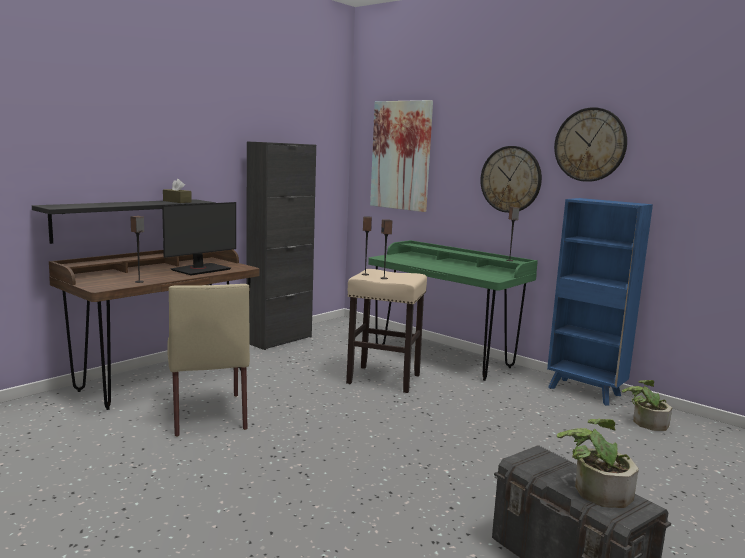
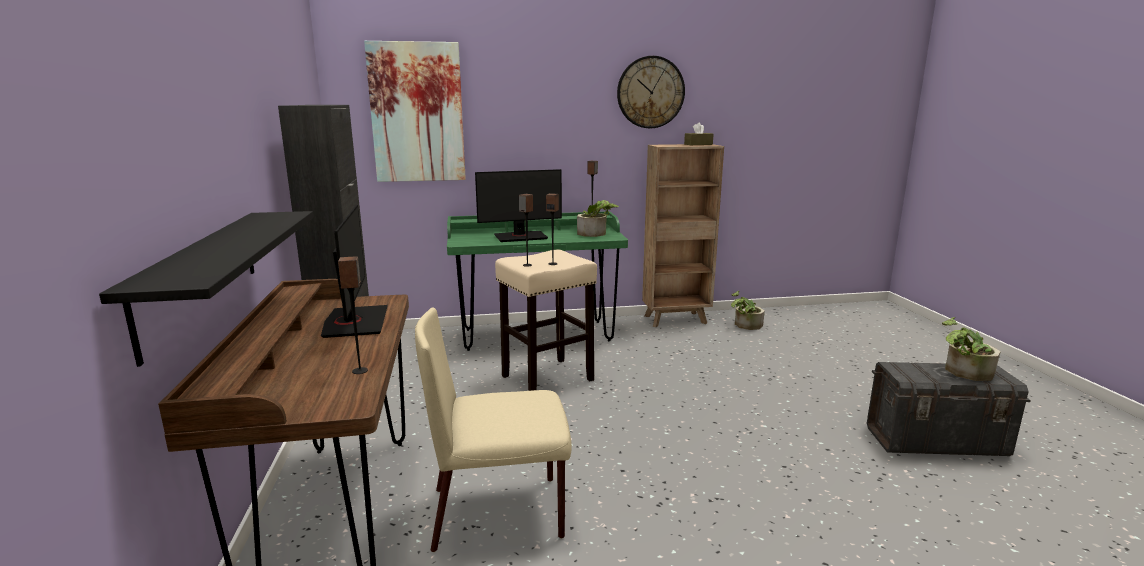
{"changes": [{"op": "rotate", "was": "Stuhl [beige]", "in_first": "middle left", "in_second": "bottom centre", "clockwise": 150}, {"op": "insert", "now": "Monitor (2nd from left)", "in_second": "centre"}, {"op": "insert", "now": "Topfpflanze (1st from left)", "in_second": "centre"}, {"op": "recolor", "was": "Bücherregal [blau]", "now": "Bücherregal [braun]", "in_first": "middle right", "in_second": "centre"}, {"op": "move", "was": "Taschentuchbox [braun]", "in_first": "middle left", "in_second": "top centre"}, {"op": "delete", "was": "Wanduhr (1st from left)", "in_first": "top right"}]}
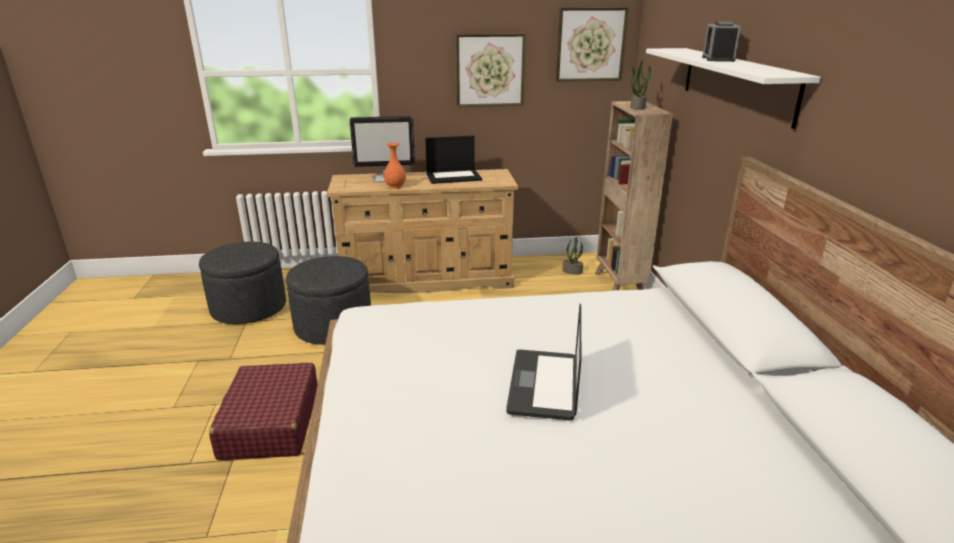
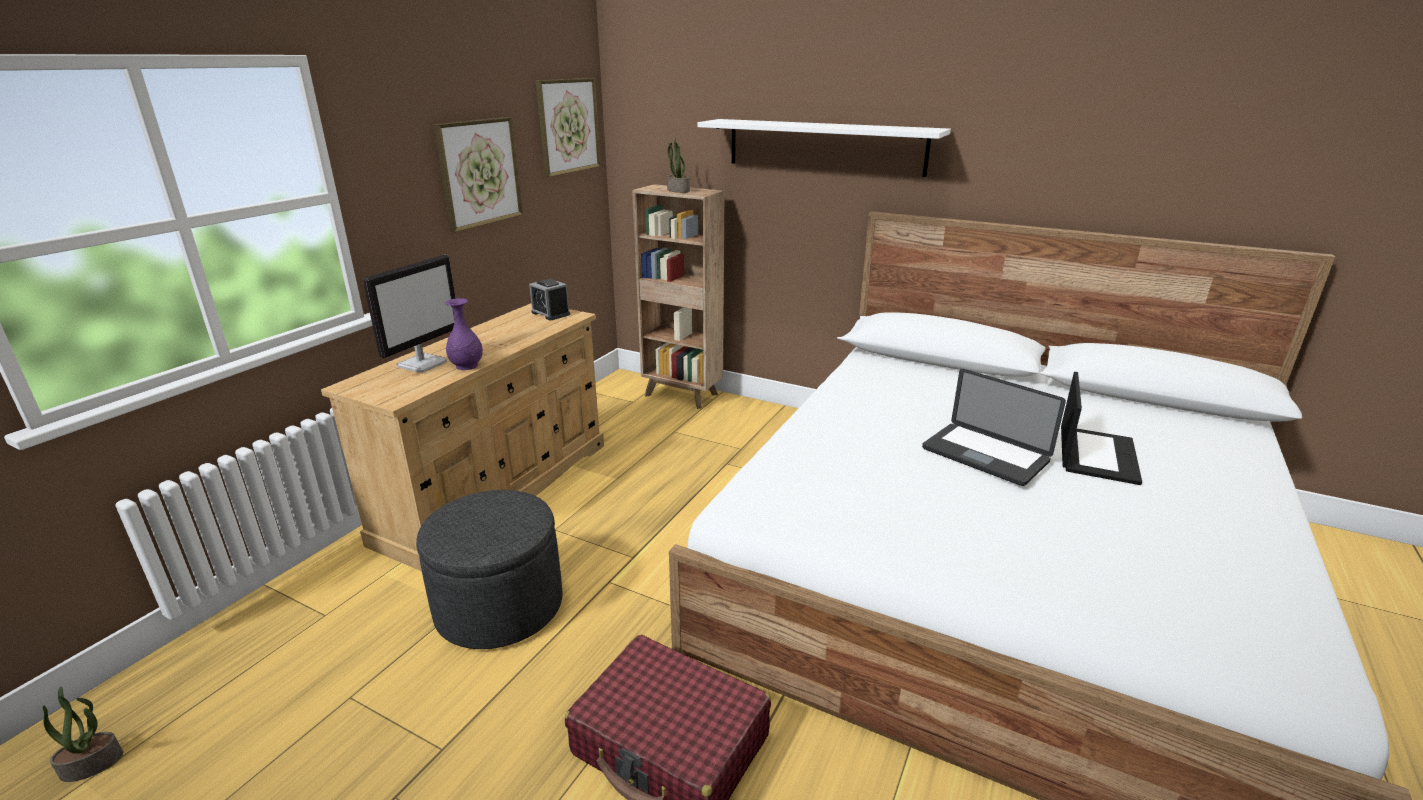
{"changes": [{"op": "move", "was": "Topfpflanze (1st from left)", "in_first": "centre", "in_second": "bottom left"}, {"op": "recolor", "was": "Vase [orange]", "now": "Vase [lila]", "in_first": "top centre", "in_second": "middle left"}, {"op": "move", "was": "Wecker", "in_first": "top right", "in_second": "centre"}, {"op": "move", "was": "Laptop (1st from left in the first image)", "now": "Laptop (2nd from left)", "in_first": "top centre", "in_second": "middle right"}, {"op": "delete", "was": "Polsterhocker [grau] (1st from left)", "in_first": "middle left"}]}
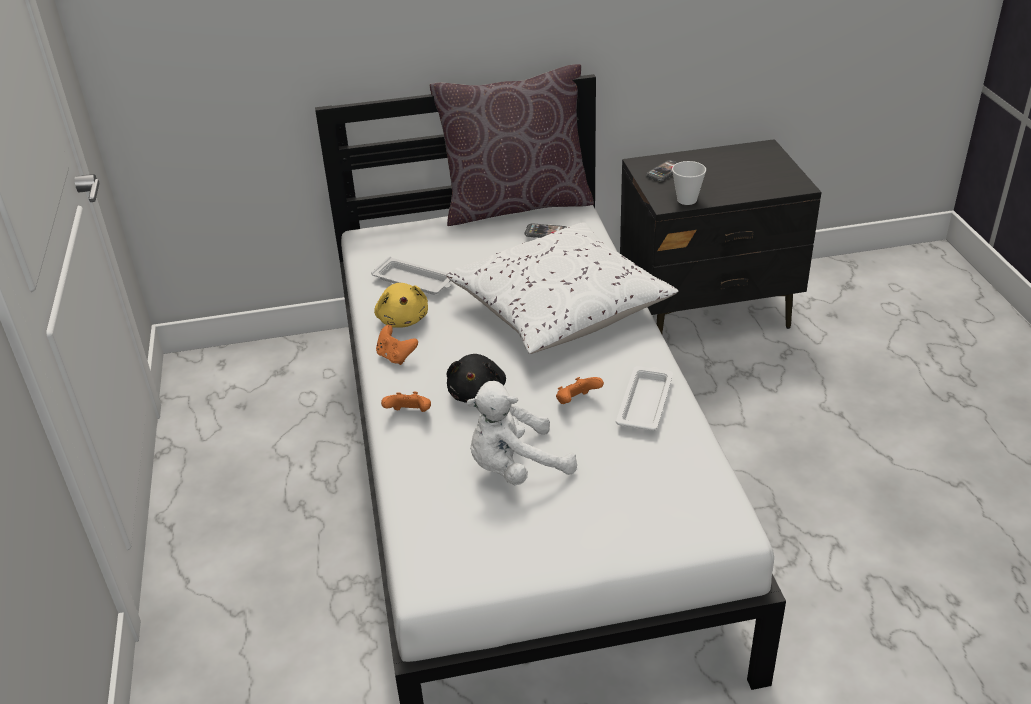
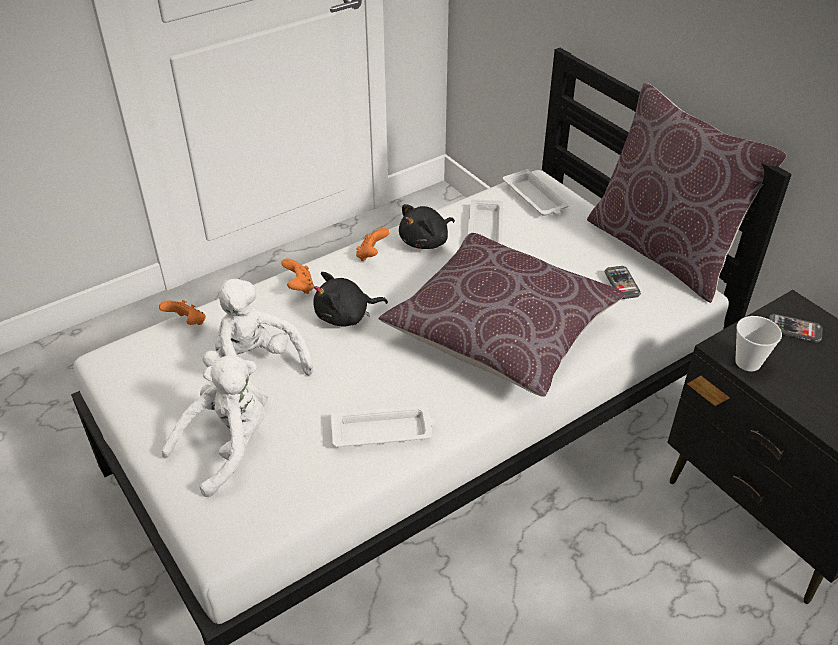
{"changes": [{"op": "move", "was": "Gamepad [orange] (3rd from left in the first image)", "now": "Gamepad [orange] (1st from left)", "in_first": "centre", "in_second": "middle left"}, {"op": "insert", "now": "Plüschtier [weiß] (1st from left)", "in_second": "middle left"}, {"op": "recolor", "was": "Kissen [weiß]", "now": "Kissen [braun] (1st from left)", "in_first": "centre", "in_second": "centre"}, {"op": "recolor", "was": "Plüschtier [gelb]", "now": "Plüschtier [schwarz] (2nd from left)", "in_first": "centre", "in_second": "centre"}, {"op": "insert", "now": "Tablett [weiß] (3rd from left)", "in_second": "top centre"}]}
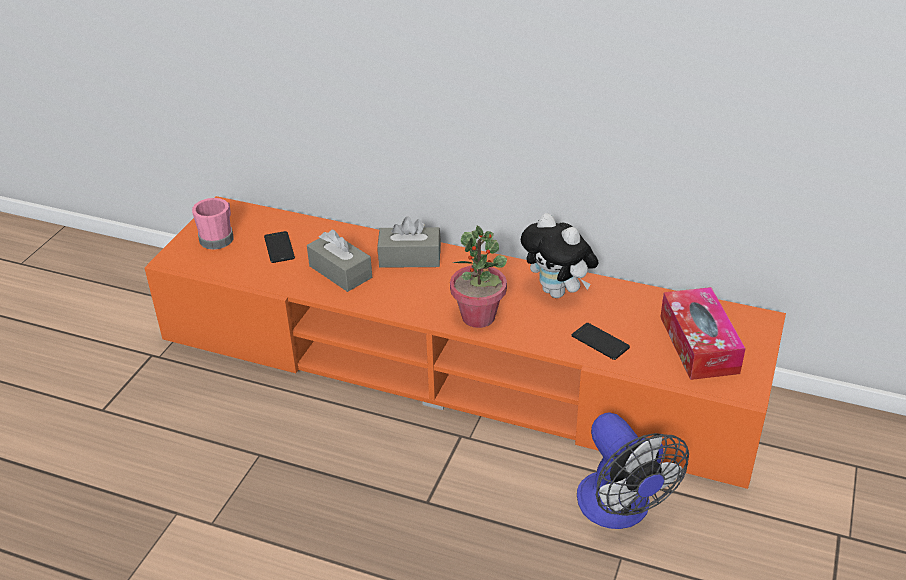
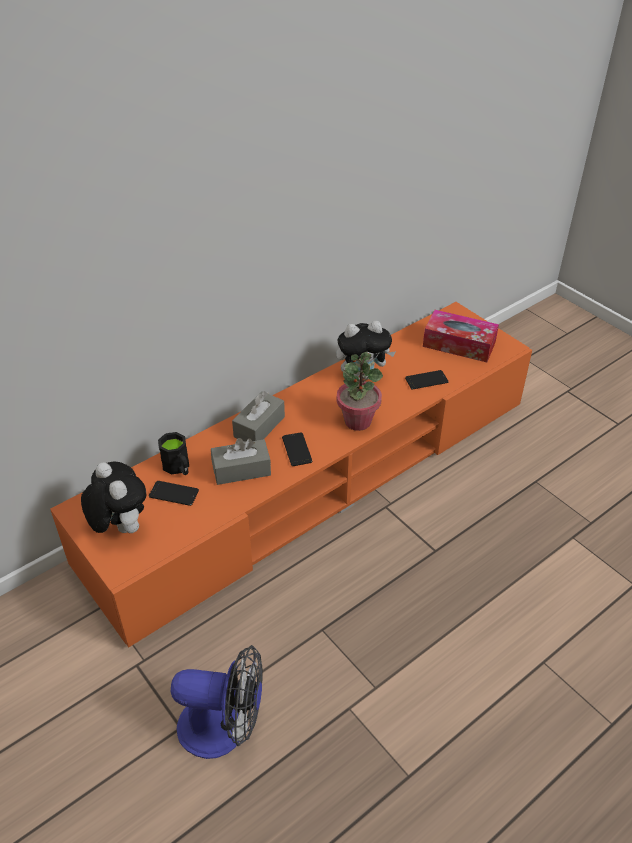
{"changes": [{"op": "replace", "was": "Henkelbecher [rosa]", "now": "Plüschtier (1st from left)", "in_first": "middle left", "in_second": "middle left"}, {"op": "insert", "now": "Henkelbecher [schwarz]", "in_second": "middle left"}, {"op": "move", "was": "Ventilator", "in_first": "bottom right", "in_second": "bottom centre"}, {"op": "insert", "now": "Handy (2nd from left)", "in_second": "centre"}]}
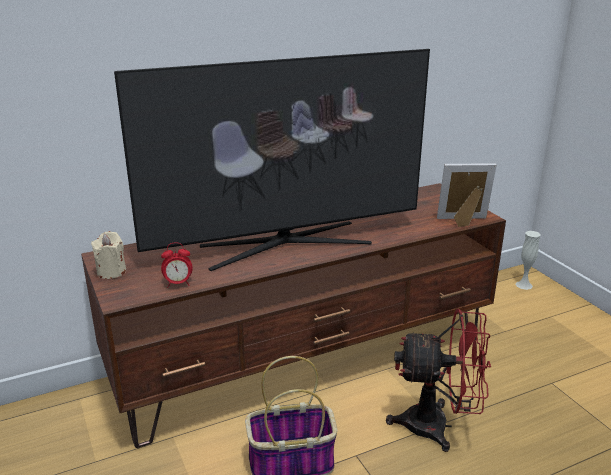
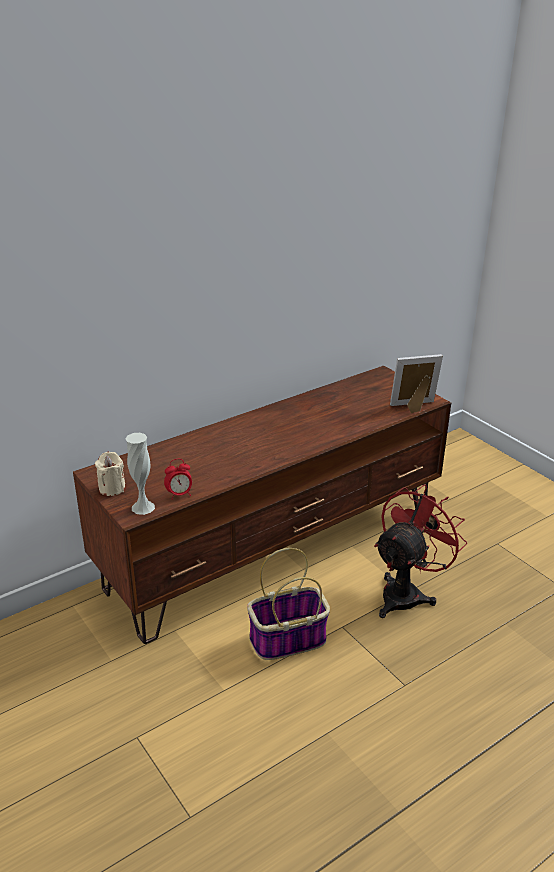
{"changes": [{"op": "move", "was": "Vase [weiß]", "in_first": "middle right", "in_second": "middle left"}, {"op": "rotate", "was": "Ventilator [rot]", "in_first": "bottom right", "in_second": "middle right", "clockwise": -45}, {"op": "delete", "was": "Fernseher", "in_first": "centre"}]}
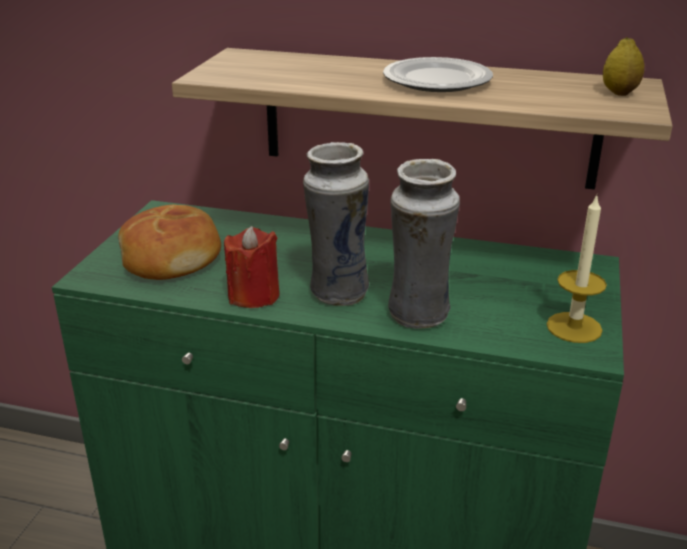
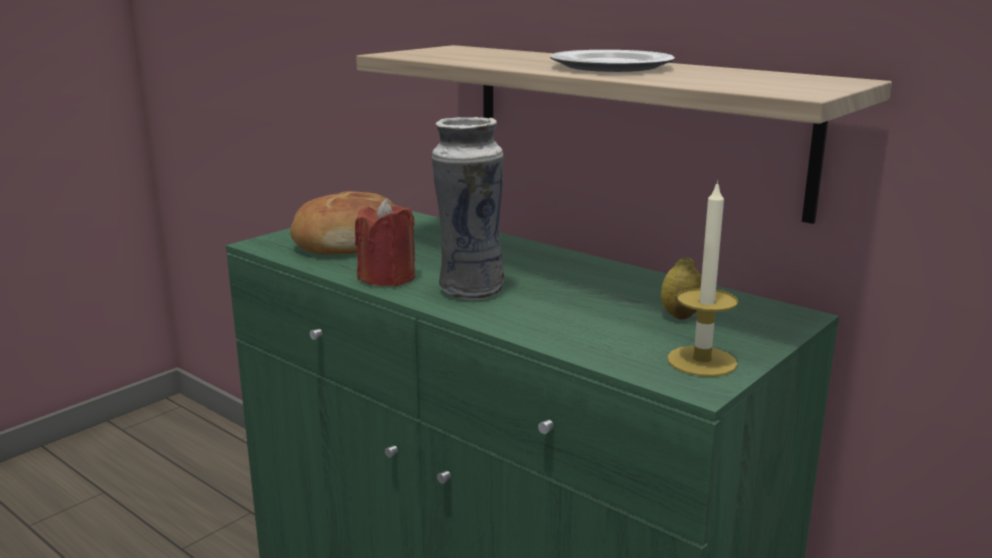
{"changes": [{"op": "move", "was": "Zitrone", "in_first": "top right", "in_second": "middle right"}, {"op": "delete", "was": "Vase (2nd from left)", "in_first": "centre"}]}
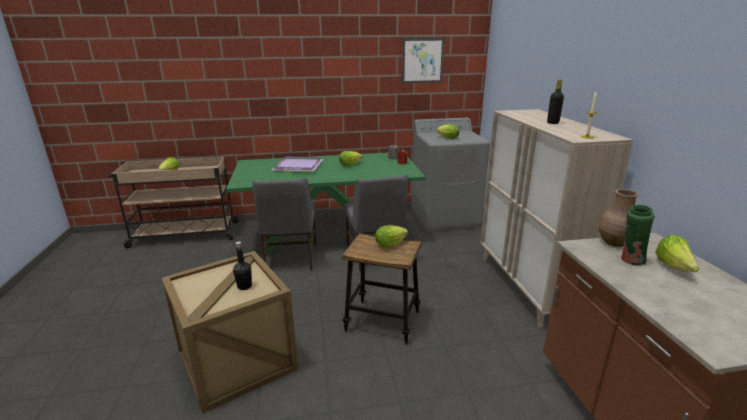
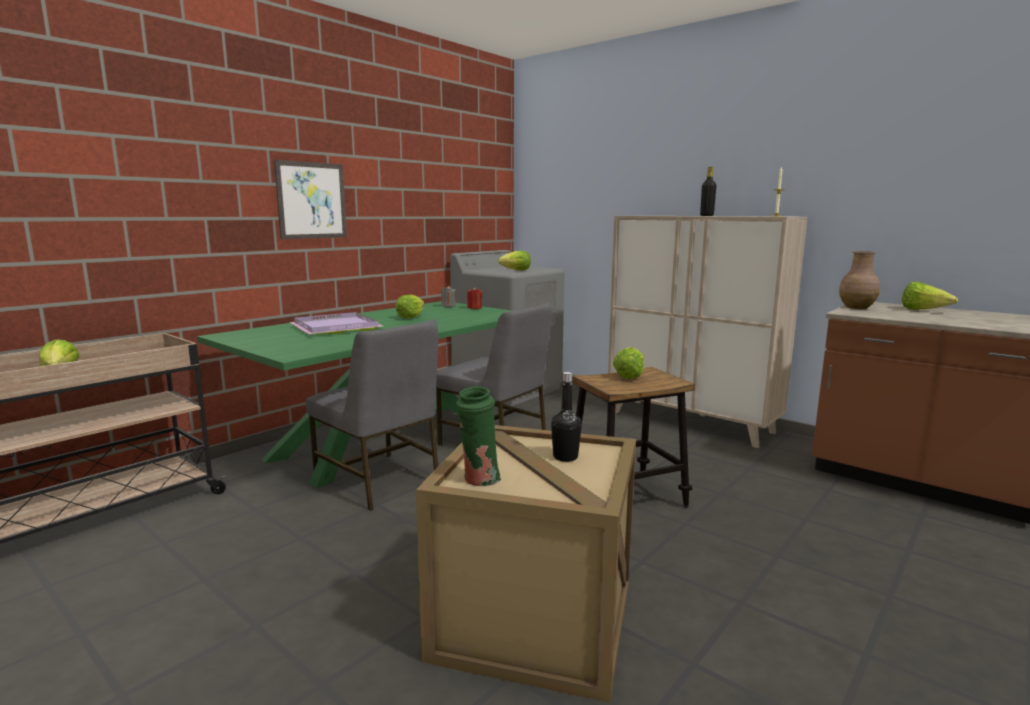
{"changes": [{"op": "move", "was": "Bild", "in_first": "top centre", "in_second": "top left"}, {"op": "move", "was": "Vase [grün]", "in_first": "middle right", "in_second": "centre"}]}
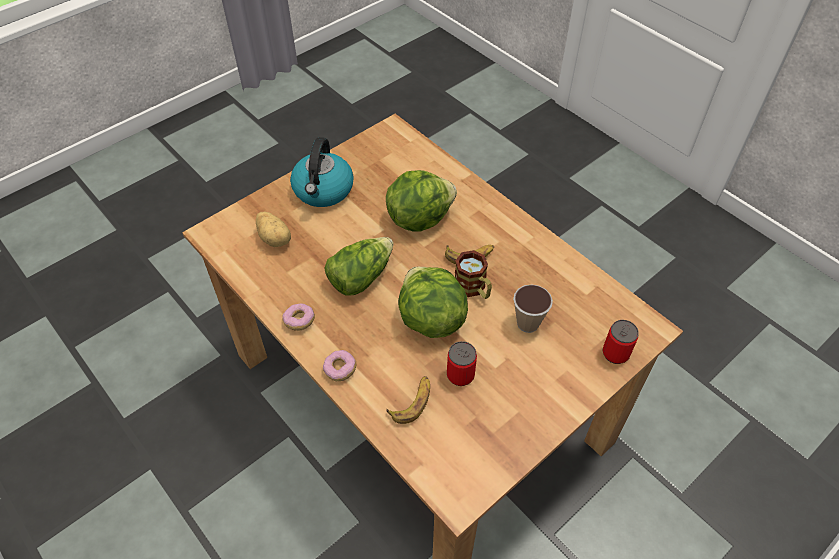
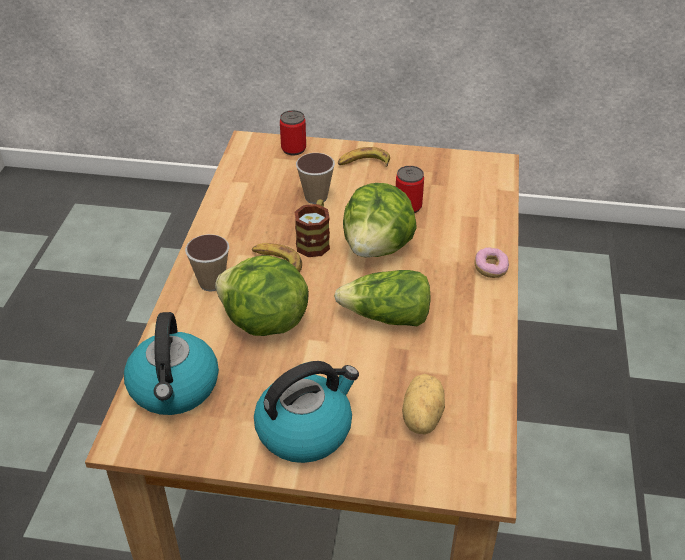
{"changes": [{"op": "insert", "now": "Wasserkessel (1st from left)", "in_second": "middle left"}, {"op": "insert", "now": "Tasse (1st from left)", "in_second": "middle left"}, {"op": "move", "was": "Banane (1st from left in the first image)", "now": "Banane (2nd from left)", "in_first": "bottom centre", "in_second": "top centre"}, {"op": "delete", "was": "Donut (1st from left)", "in_first": "centre"}]}
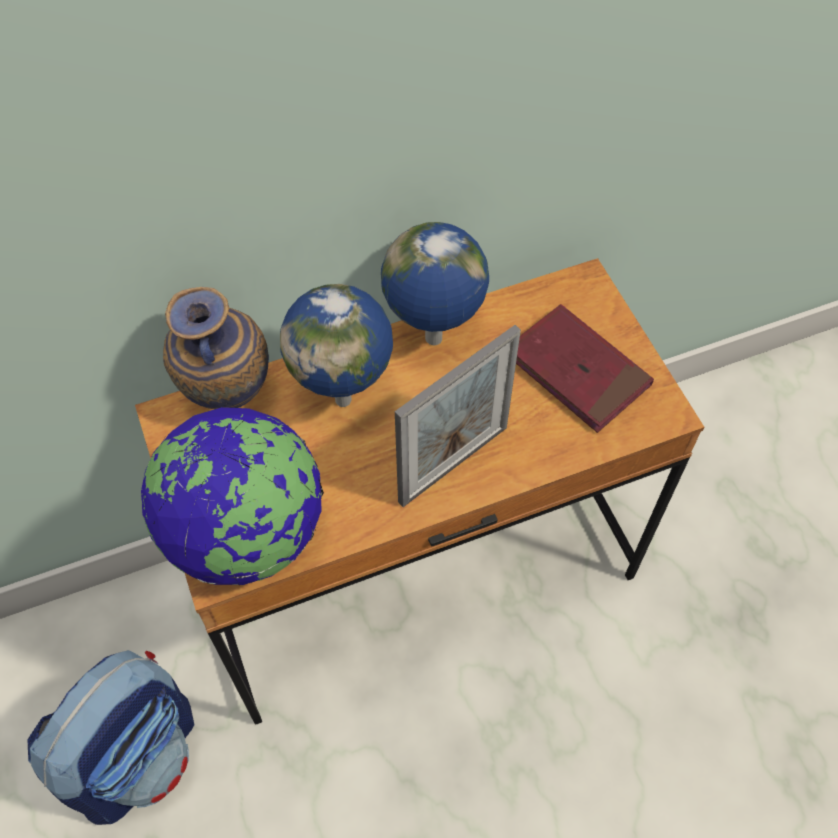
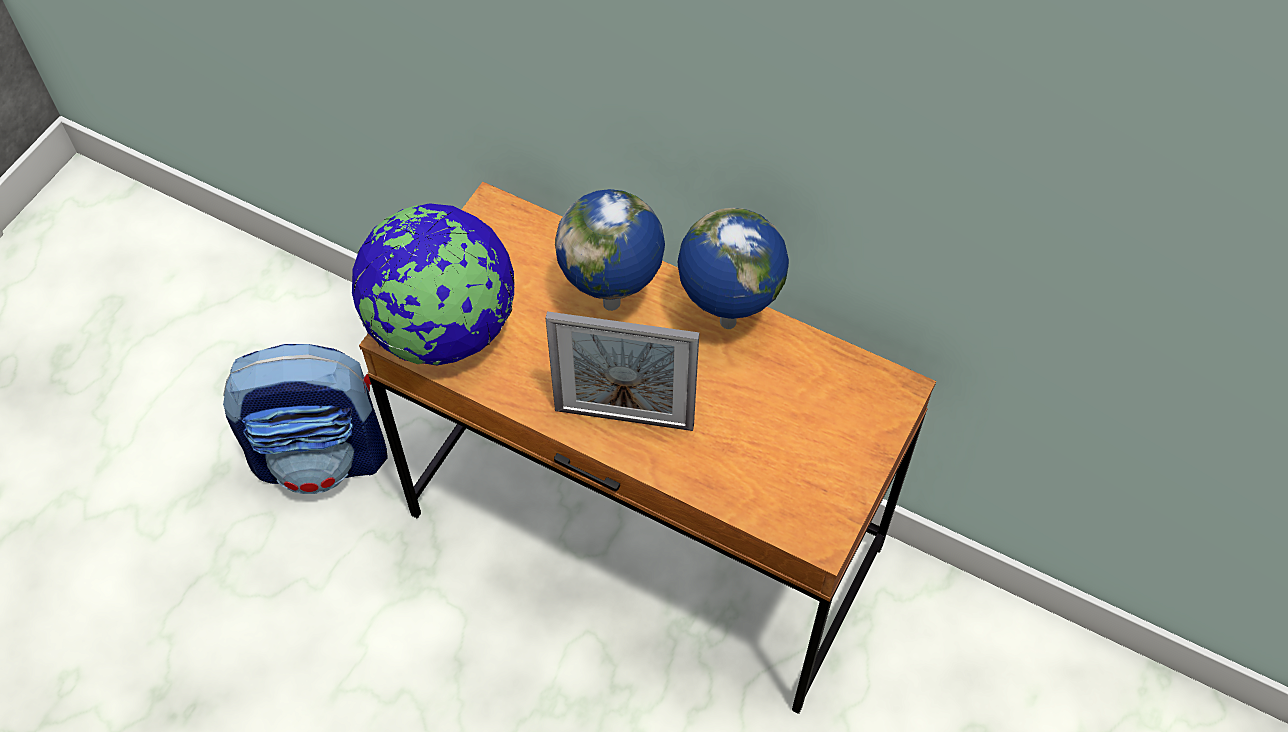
{"changes": [{"op": "delete", "was": "Vase", "in_first": "middle left"}, {"op": "delete", "was": "Buch [rot]", "in_first": "middle right"}]}
